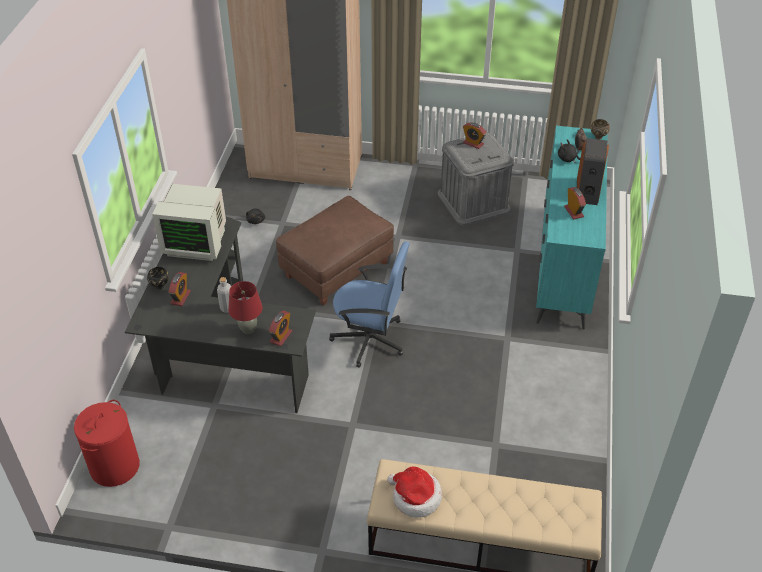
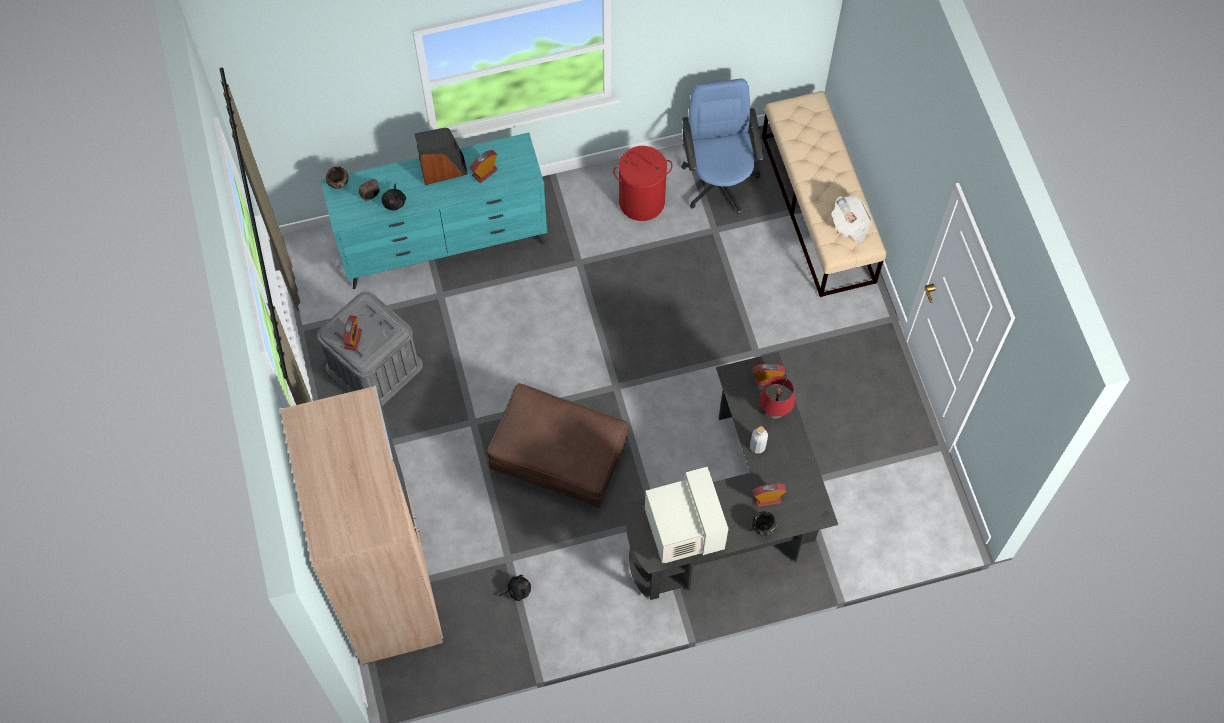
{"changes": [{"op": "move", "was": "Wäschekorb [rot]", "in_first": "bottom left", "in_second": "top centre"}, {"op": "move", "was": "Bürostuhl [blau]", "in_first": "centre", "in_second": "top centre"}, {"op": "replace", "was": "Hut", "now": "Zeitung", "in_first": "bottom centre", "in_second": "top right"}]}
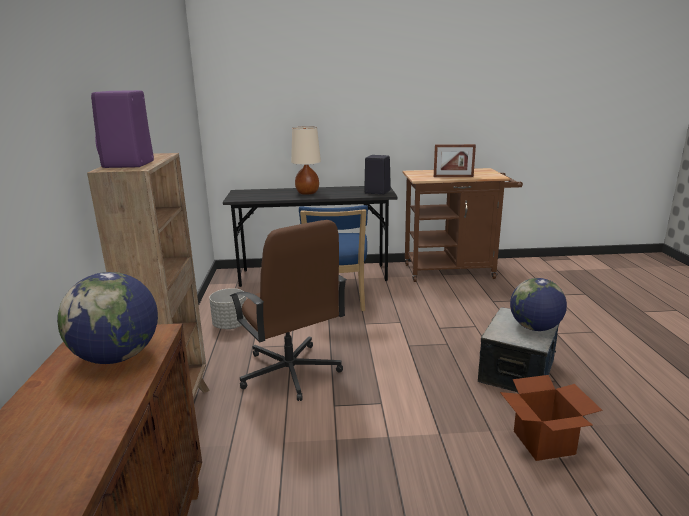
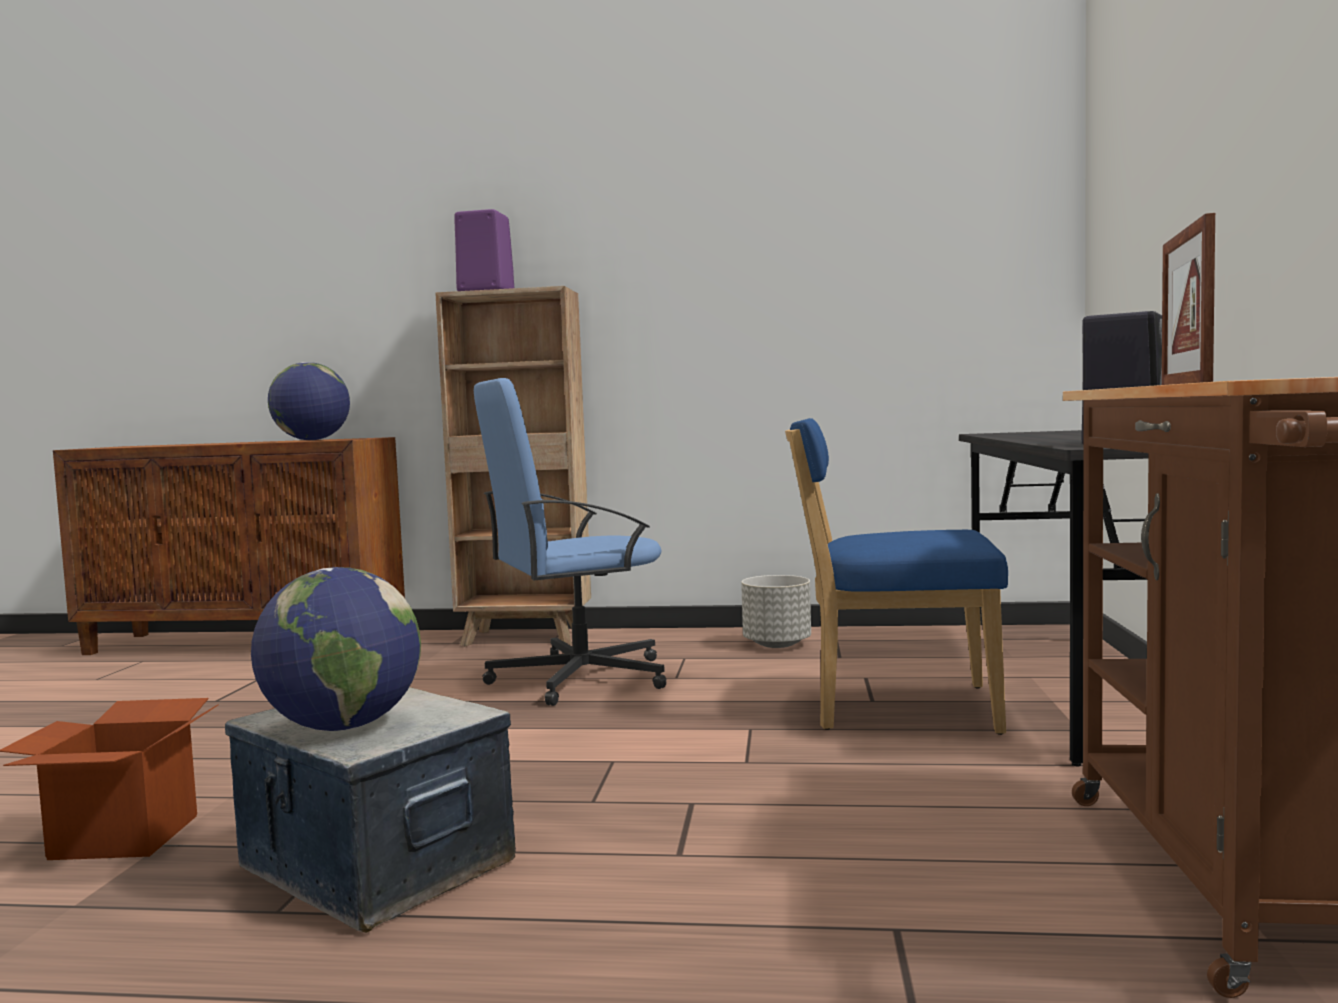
{"changes": [{"op": "recolor", "was": "Bürostuhl [braun]", "now": "Bürostuhl [blau]", "in_first": "centre", "in_second": "centre"}, {"op": "delete", "was": "Tischlampe [beige]", "in_first": "top centre"}]}
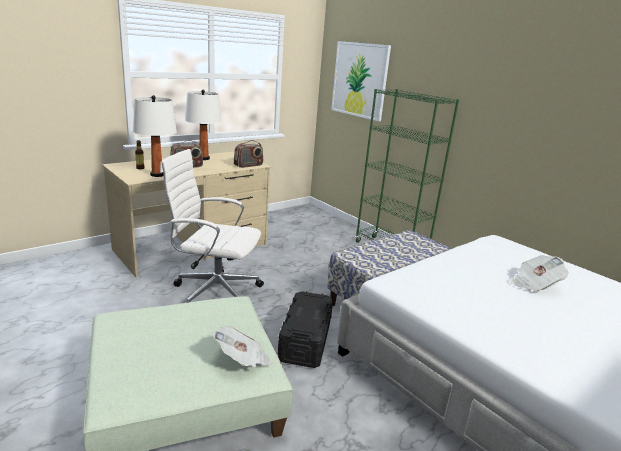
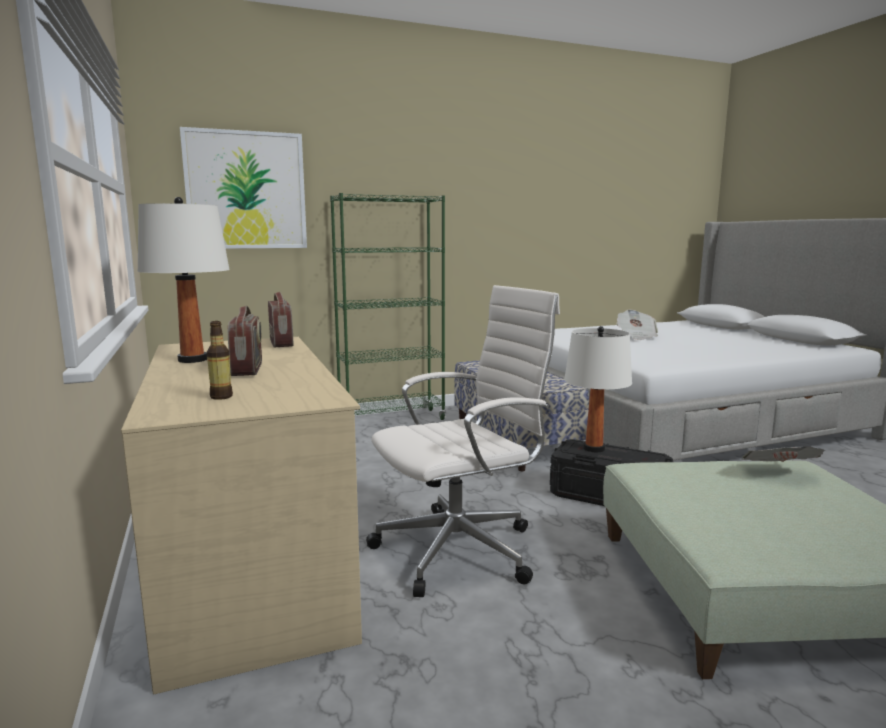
{"changes": [{"op": "rotate", "was": "Bürostuhl [weiß]", "in_first": "centre", "in_second": "centre", "clockwise": -150}, {"op": "move", "was": "Tischlampe [weiß] (1st from left in the first image)", "now": "Tischlampe [weiß] (2nd from left)", "in_first": "top left", "in_second": "middle right"}]}
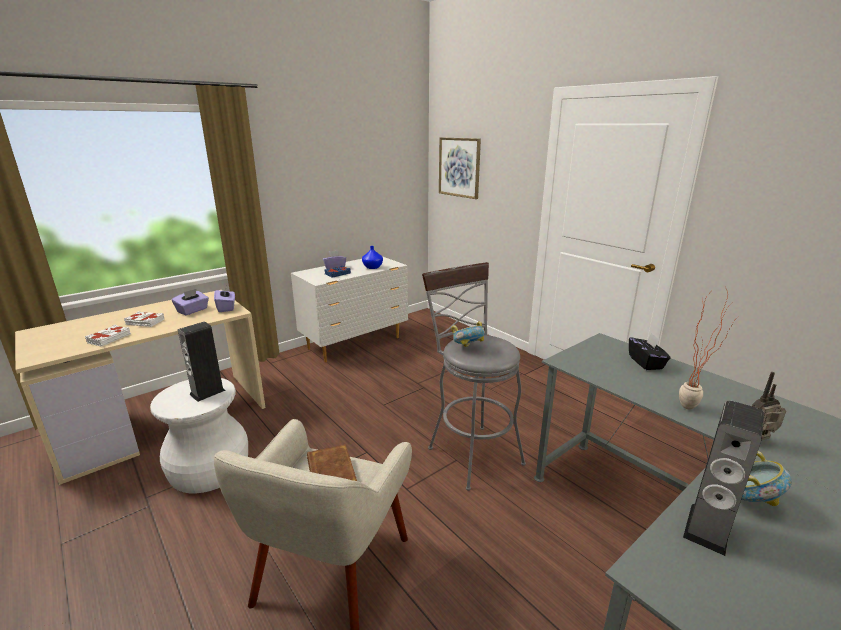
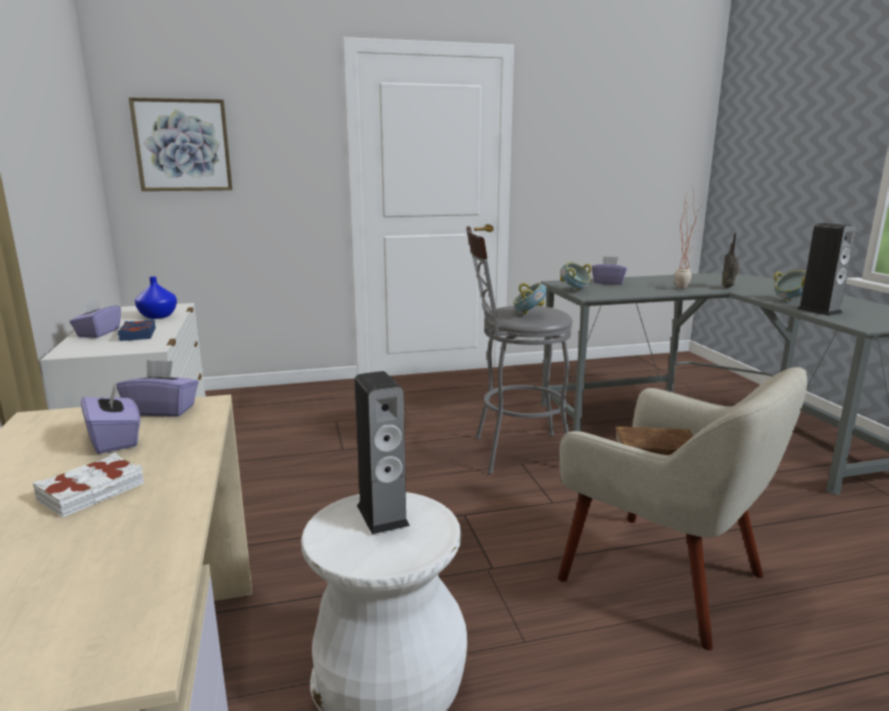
{"changes": [{"op": "insert", "now": "Schüssel (2nd from left)", "in_second": "centre"}, {"op": "recolor", "was": "Taschentuchbox [schwarz]", "now": "Taschentuchbox [lila] (4th from left)", "in_first": "middle right", "in_second": "middle right"}, {"op": "delete", "was": "Buch [weiß] (1st from left)", "in_first": "middle left"}]}
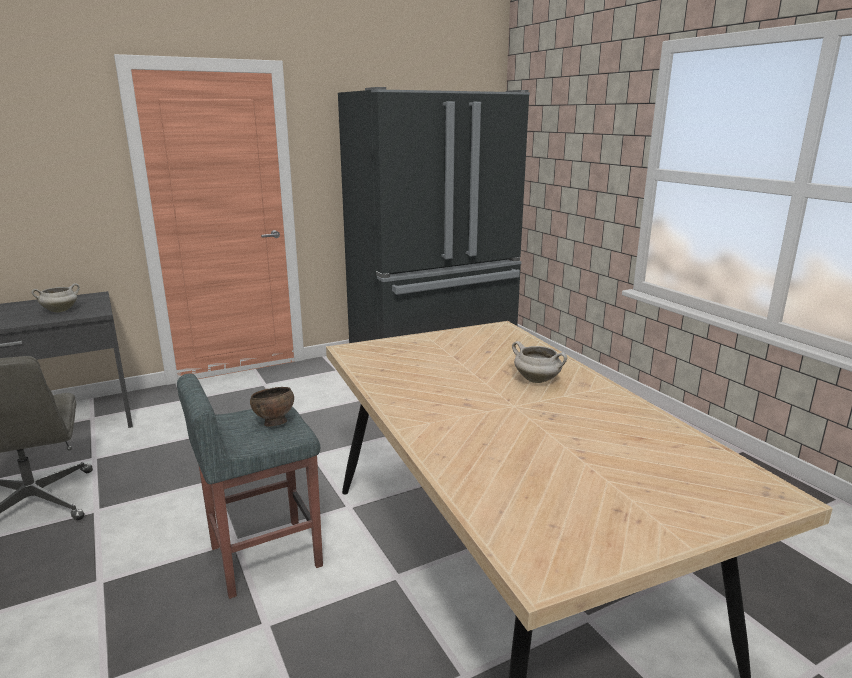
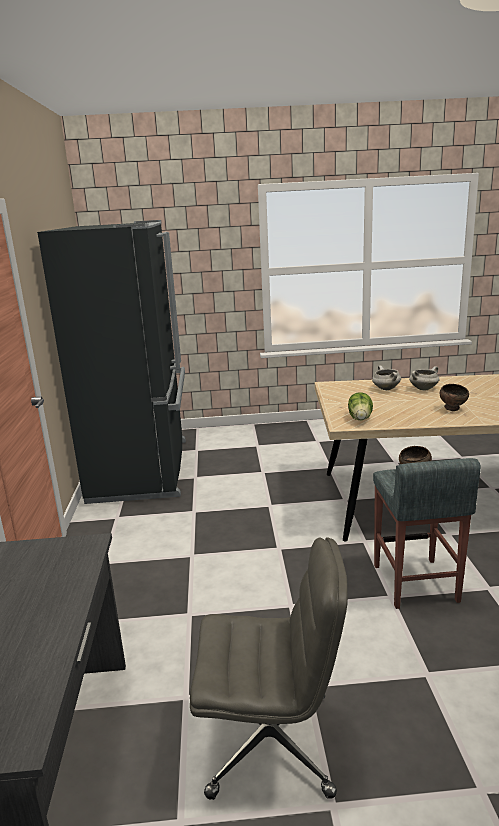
{"changes": [{"op": "insert", "now": "Salatkopf", "in_second": "middle right"}, {"op": "move", "was": "Kochtopf [weiß] (1st from left)", "in_first": "middle left", "in_second": "middle right"}, {"op": "insert", "now": "Schüssel [braun] (2nd from left)", "in_second": "middle right"}]}
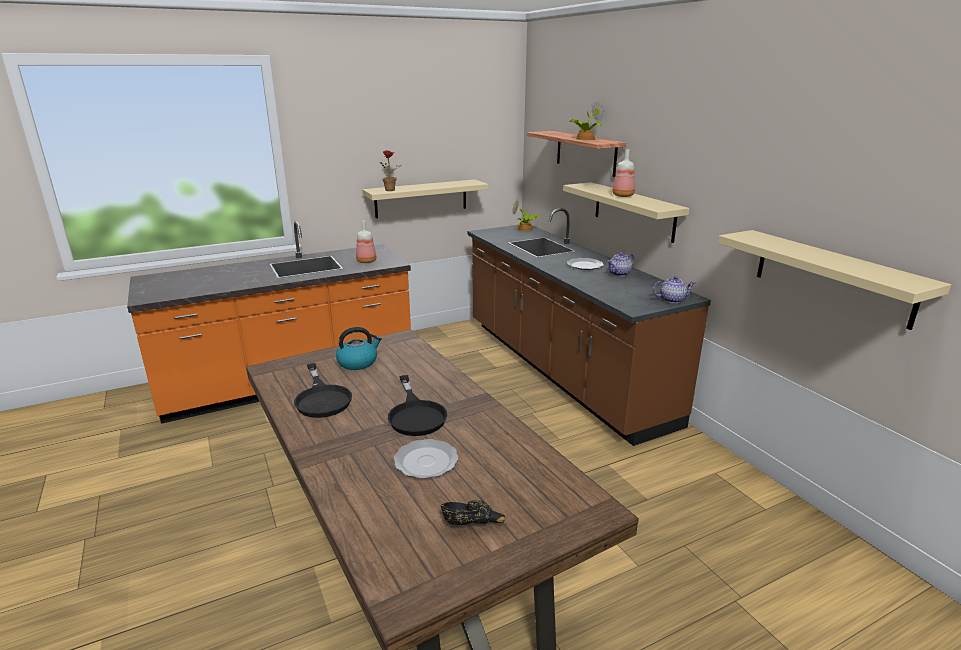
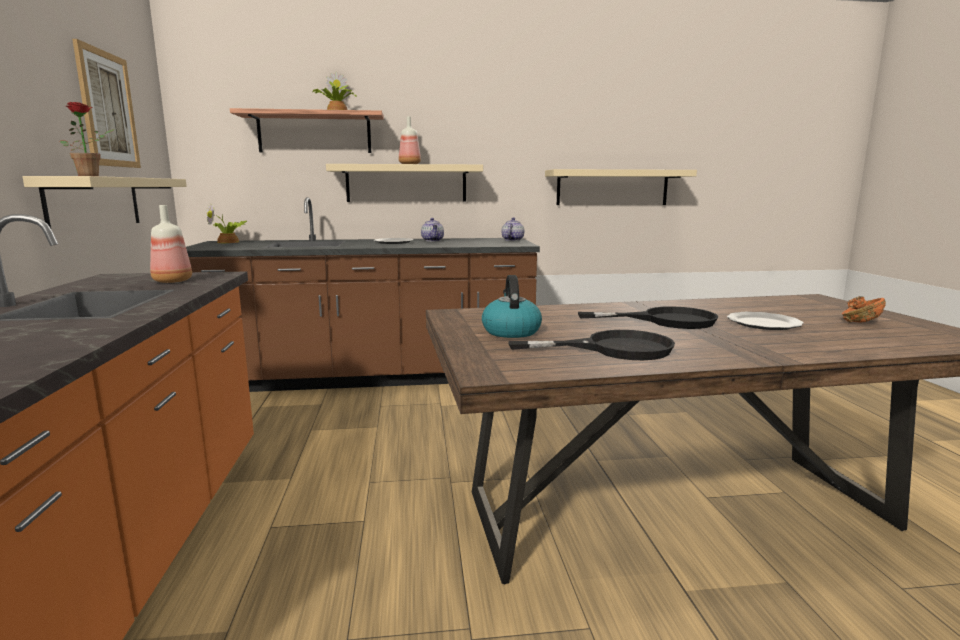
{"changes": [{"op": "insert", "now": "Bild", "in_second": "top left"}, {"op": "recolor", "was": "Schüssel [schwarz]", "now": "Schüssel [orange]", "in_first": "bottom centre", "in_second": "middle right"}]}
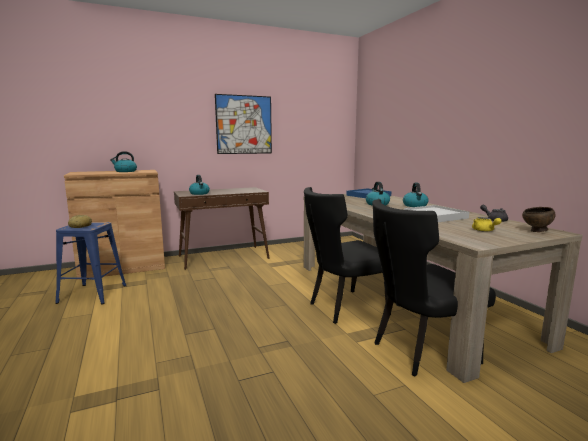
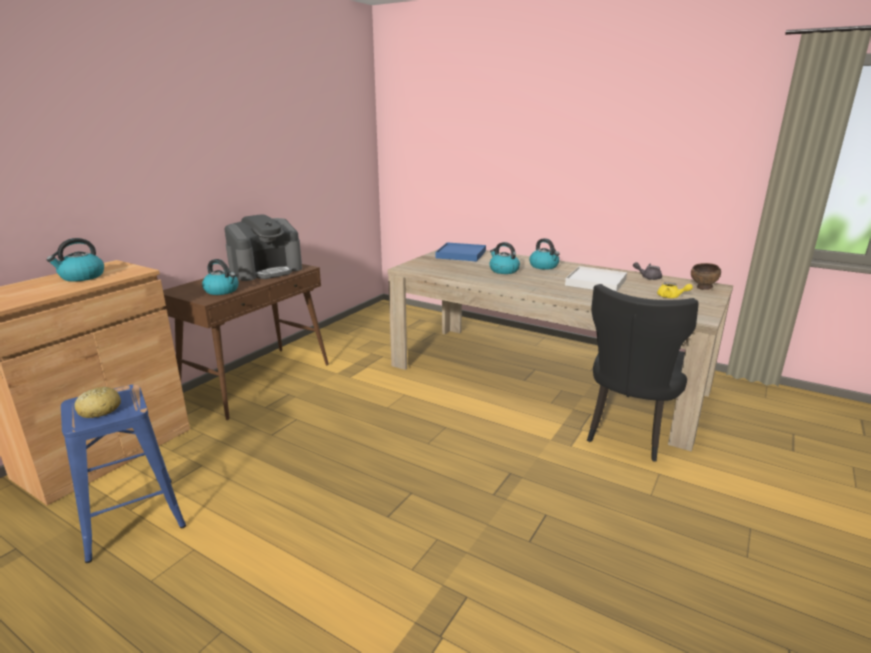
{"changes": [{"op": "insert", "now": "Kaffeemaschine", "in_second": "middle left"}, {"op": "delete", "was": "Bild", "in_first": "top centre"}, {"op": "delete", "was": "Stuhl [schwarz] (1st from left)", "in_first": "centre"}]}
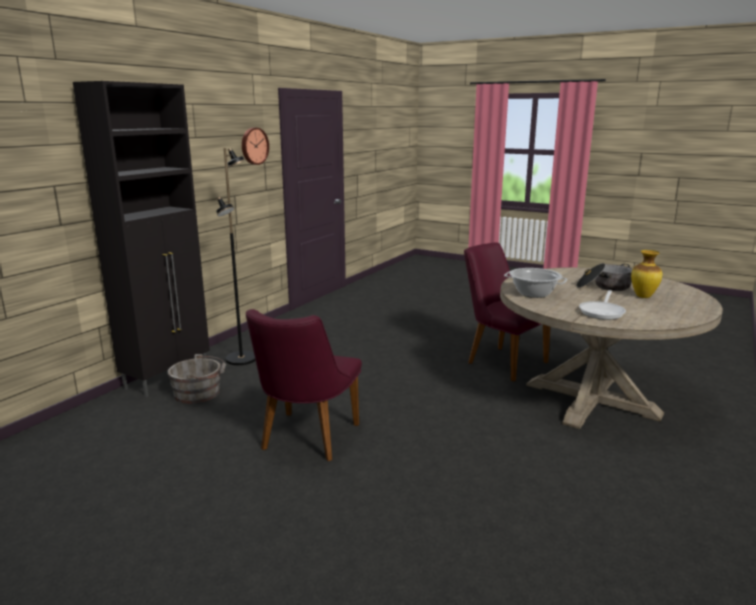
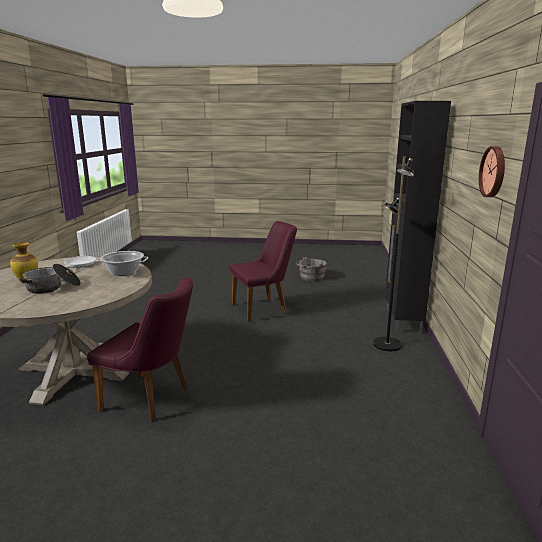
{"changes": [{"op": "rotate", "was": "Stuhl [lila] (1st from left in the first image)", "in_first": "centre", "in_second": "centre", "clockwise": 75}, {"op": "move", "was": "Eimer [grau]", "in_first": "middle left", "in_second": "centre"}]}
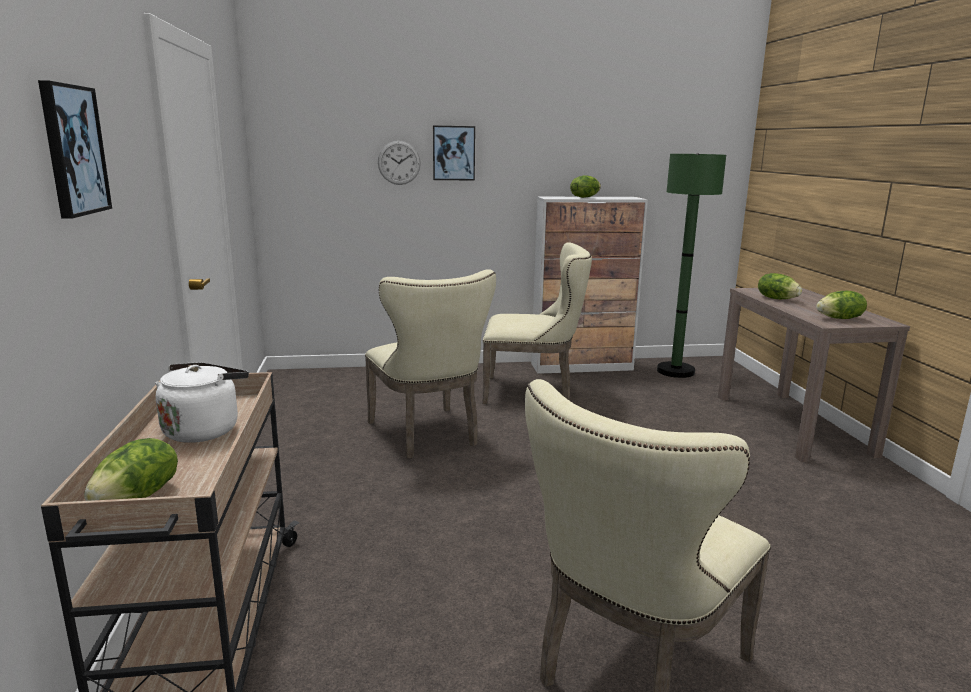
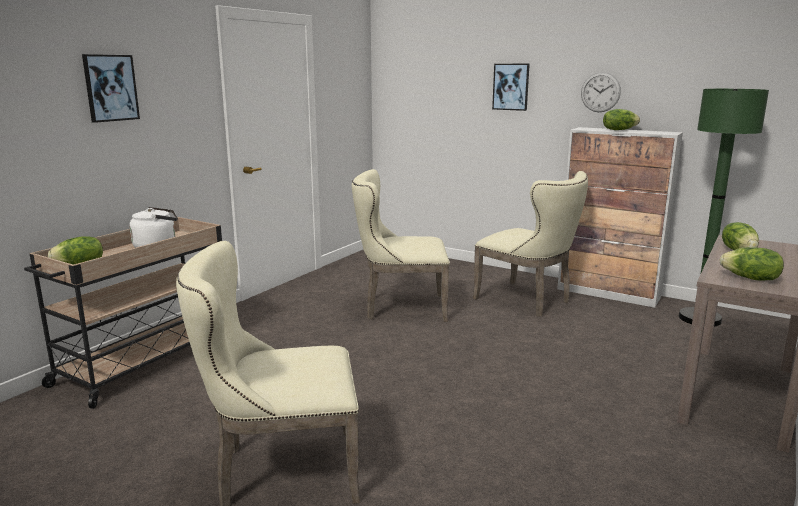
{"changes": [{"op": "rotate", "was": "Stuhl [beige] (1st from left in the first image)", "in_first": "centre", "in_second": "centre", "clockwise": 75}, {"op": "move", "was": "Wanduhr", "in_first": "top centre", "in_second": "top right"}]}
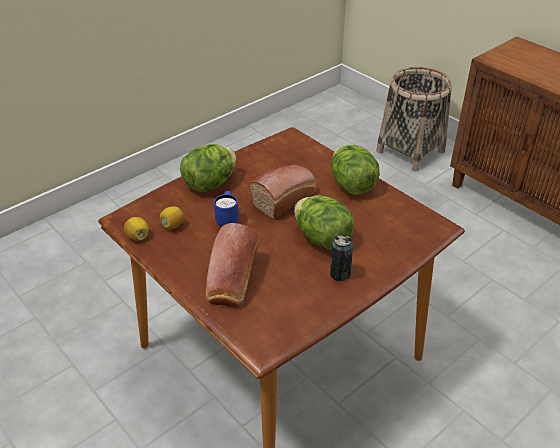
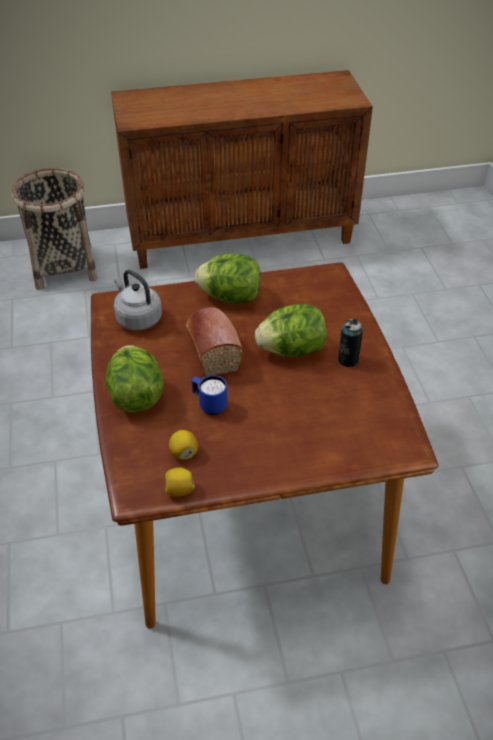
{"changes": [{"op": "insert", "now": "Wasserkessel [grau]", "in_second": "middle left"}, {"op": "delete", "was": "Brot (1st from left)", "in_first": "centre"}]}
